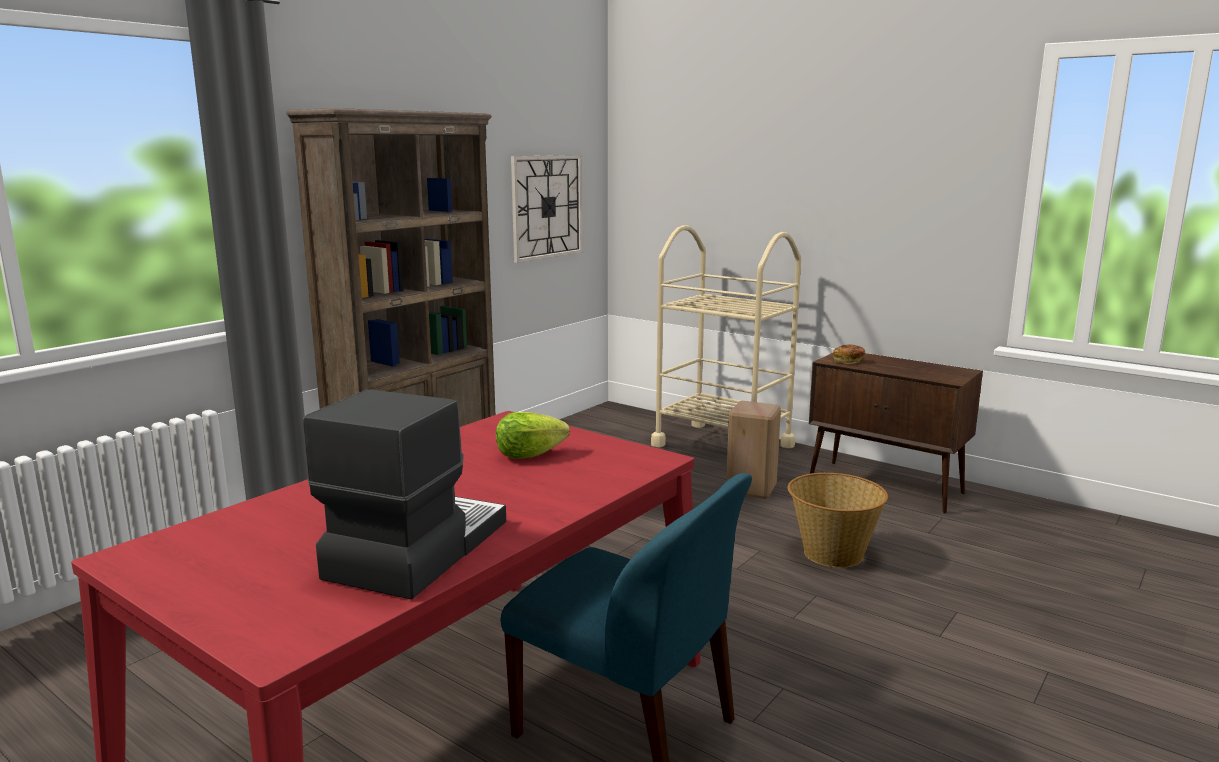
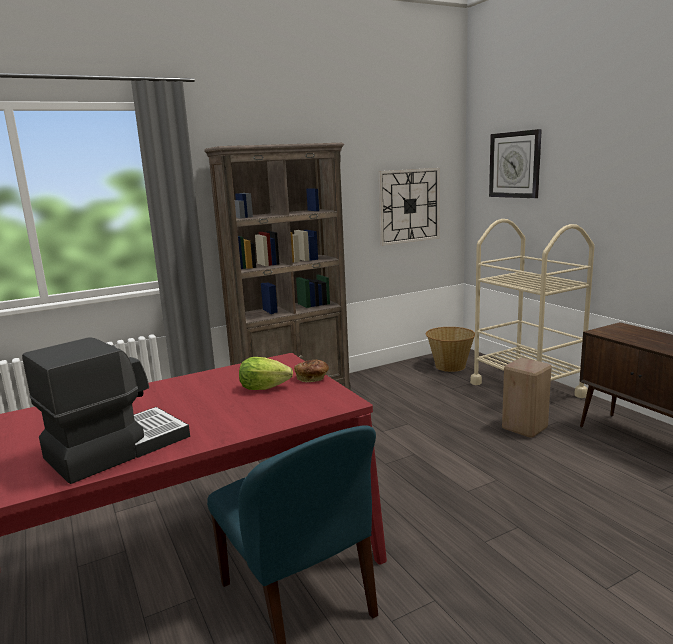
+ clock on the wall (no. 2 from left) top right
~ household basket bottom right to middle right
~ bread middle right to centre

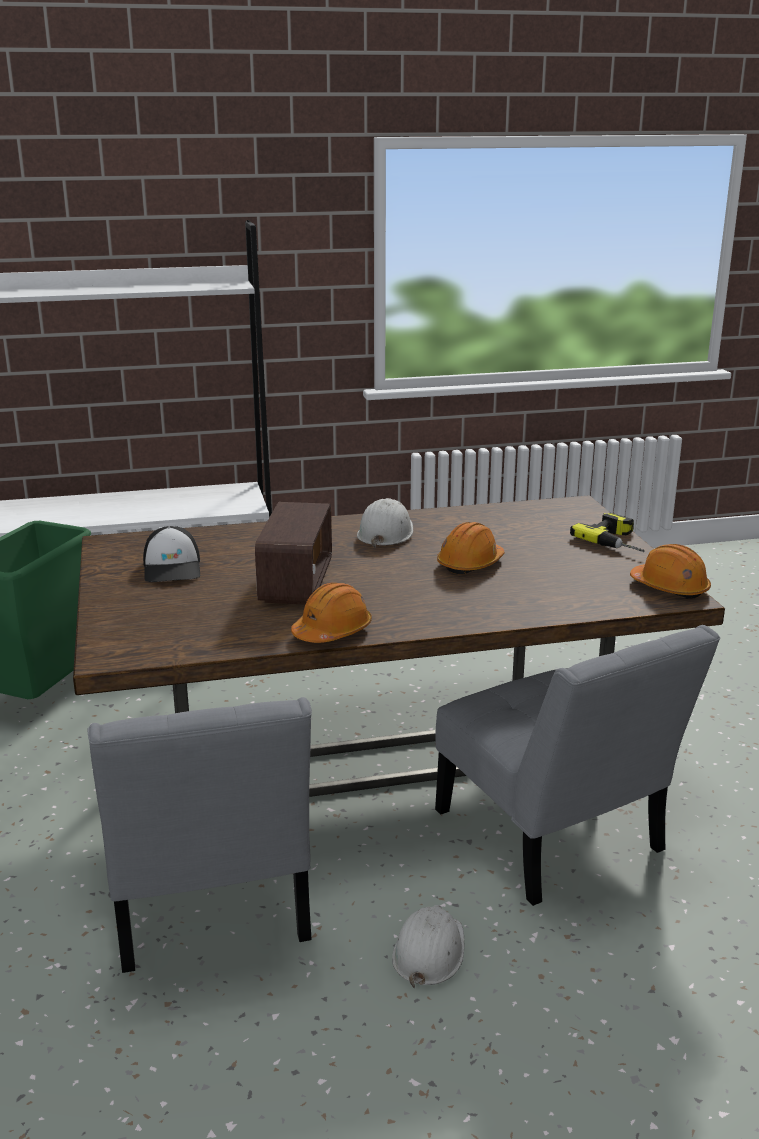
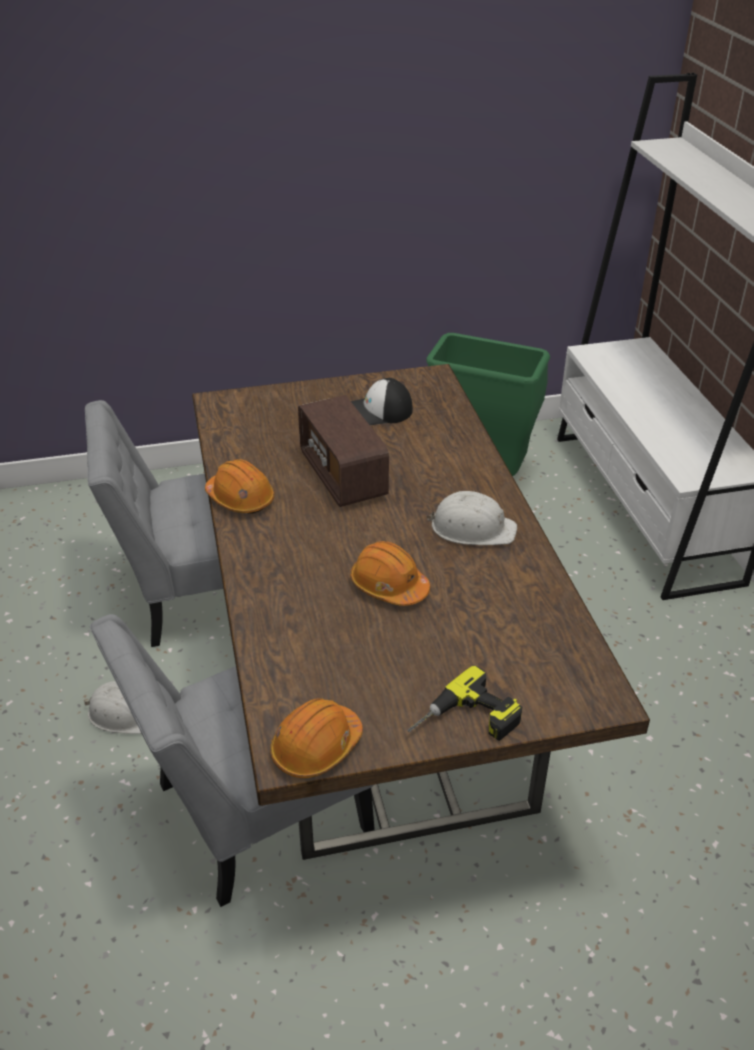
~ radio centre = centre 60 degrees clockwise

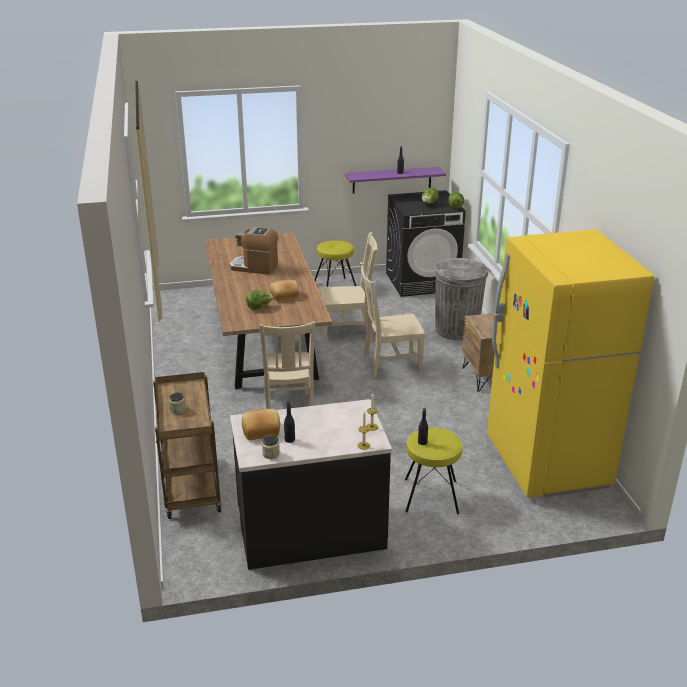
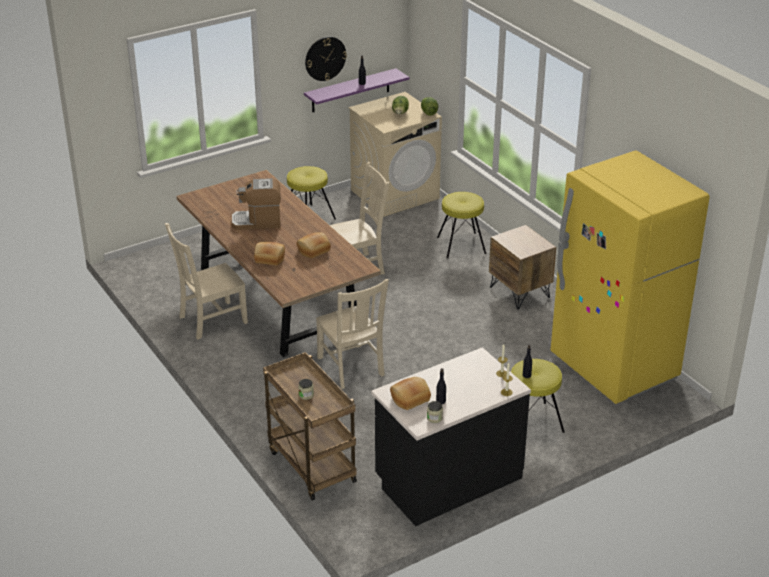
- lettuce (no. 1 from left) centre
+ bread (no. 1 from left) centre
+ clock on the wall top centre
~ plain chair in beige-coloured (no. 3 from left in the first image) centre to plain chair in beige-coloured (no. 1 from left) middle left
~ trash can in gray middle right to stool seat in yellow-coloured (no. 2 from left) centre
~ laundry appliance in blackish centre to laundry appliance in beige-coloured top centre

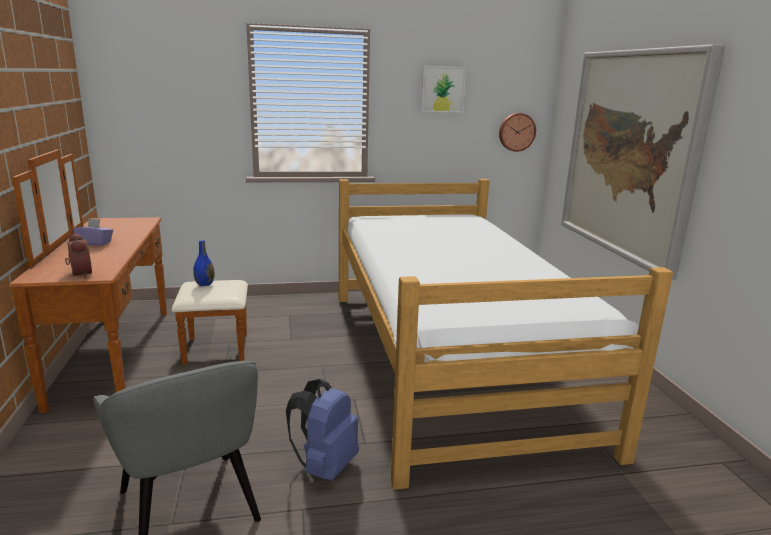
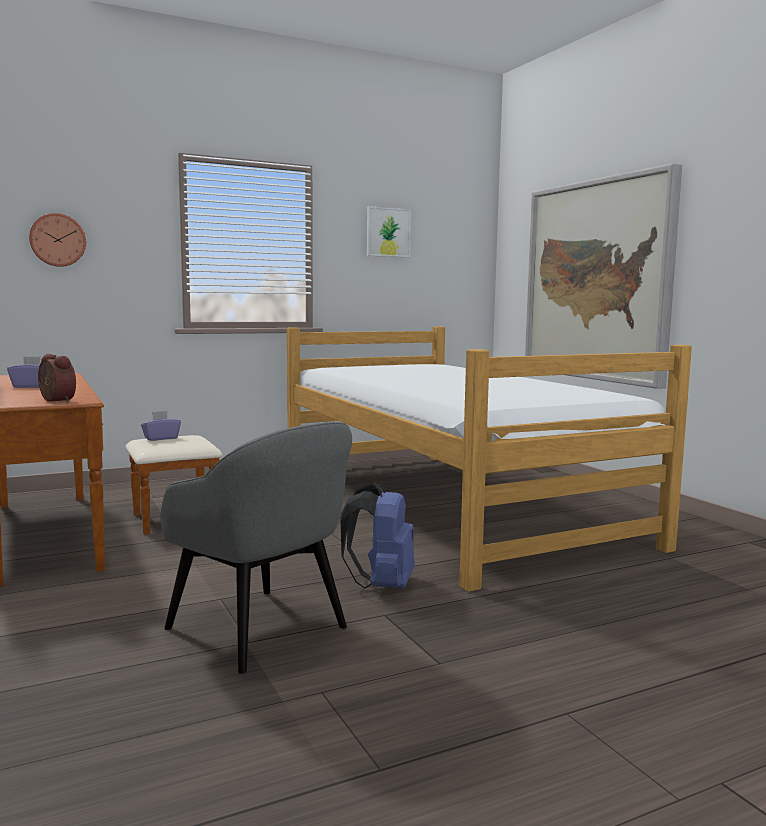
~ clock on the wall top right to top left
~ vase in bluish middle left to tissue box in purplish (no. 2 from left) middle left

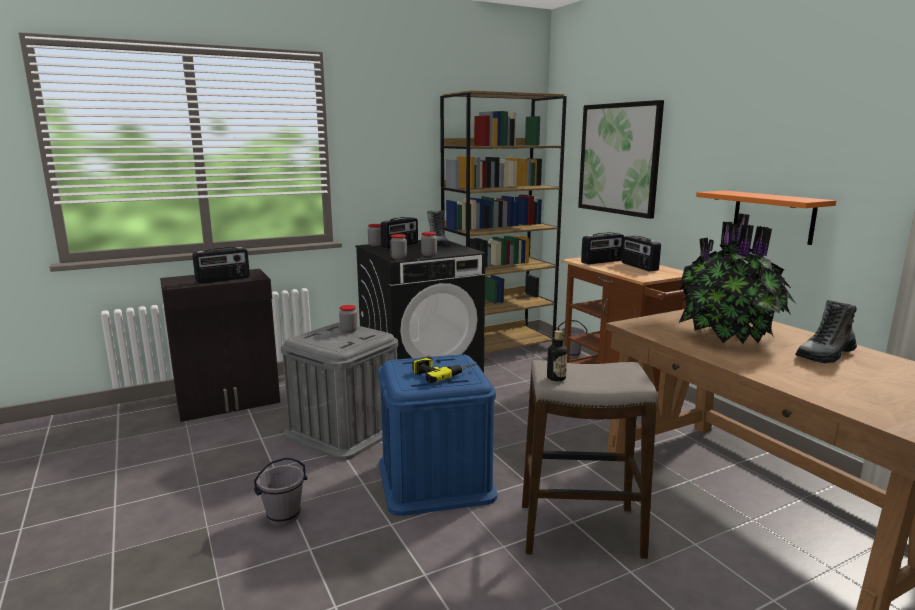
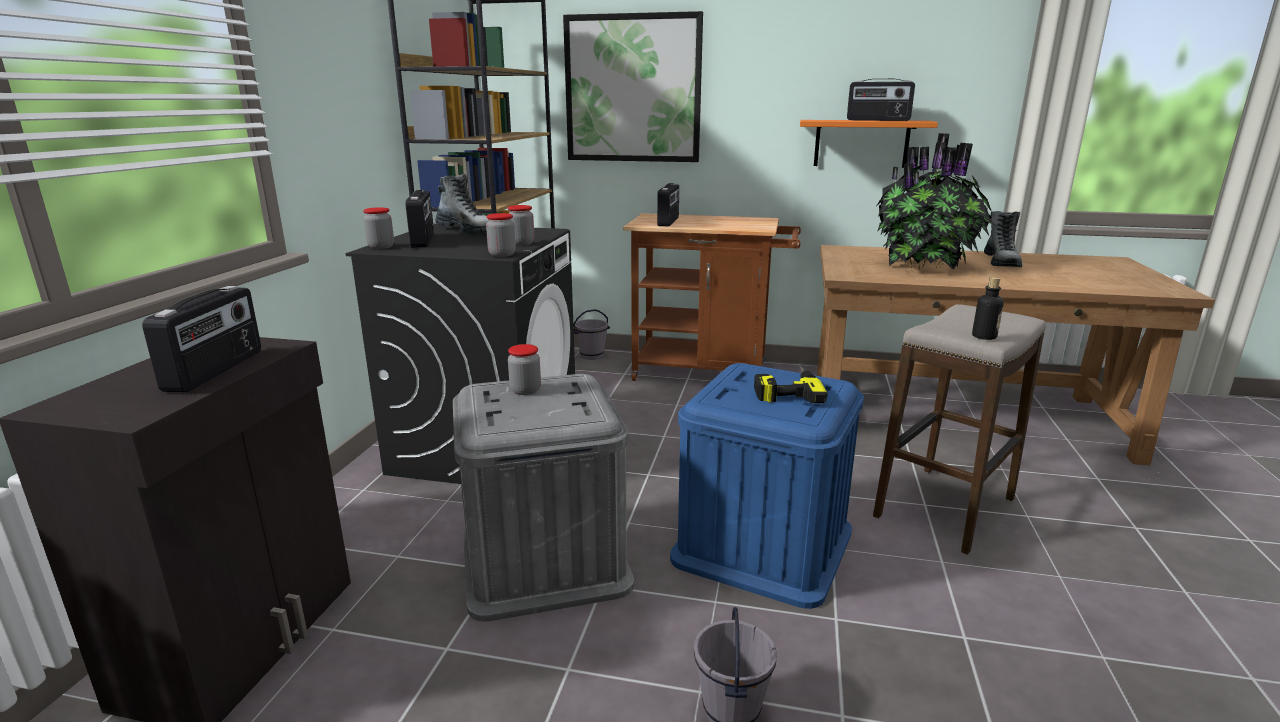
~ radio (no. 4 from left) middle right to top right

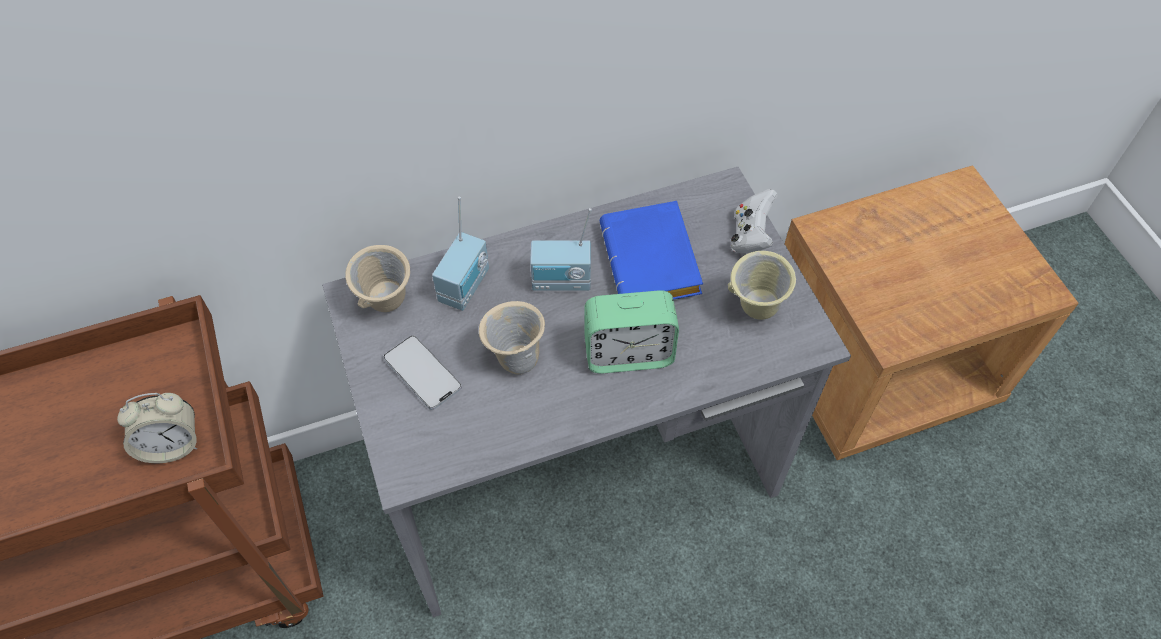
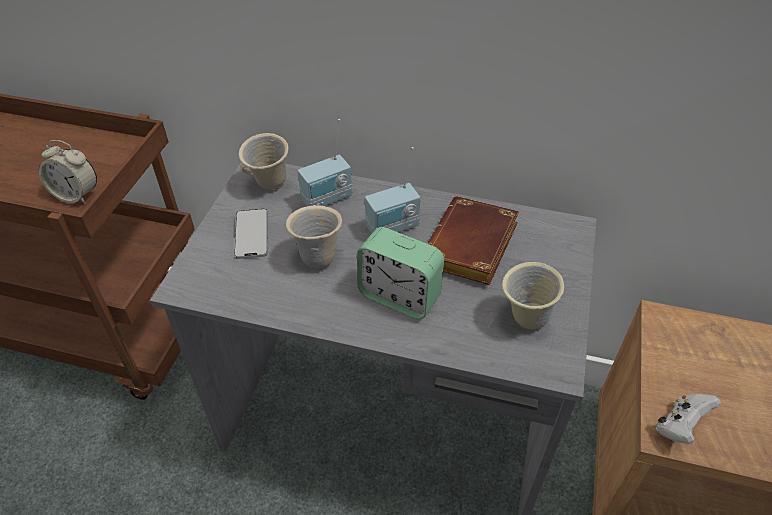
~ gamepad in white-coloured centre to bottom right
~ book in bluish centre to book in brownish centre
~ radio (no. 2 from left) centre = centre 60 degrees counterclockwise

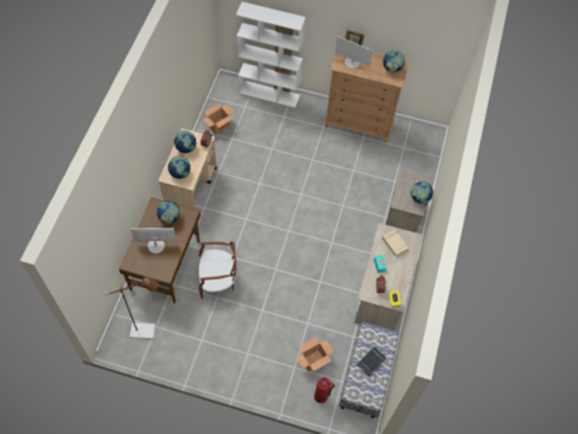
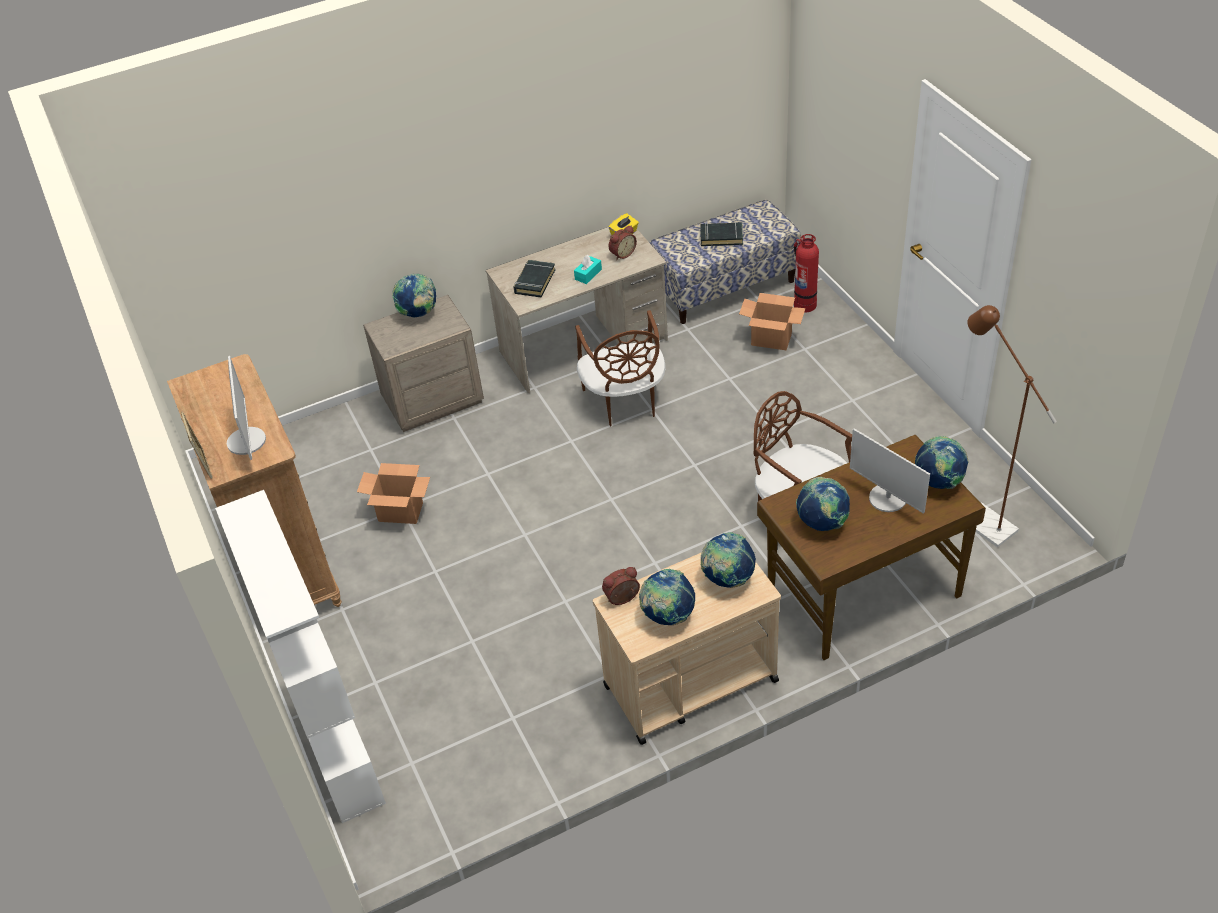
+ plain chair in brownish (no. 1 from left) centre
~ packing box (no. 1 from left) top centre to middle left
~ desk globe (no. 4 from left in the first image) top right to desk globe (no. 5 from left) middle right
~ book in beige-coloured middle right to book in blackish (no. 1 from left) top centre

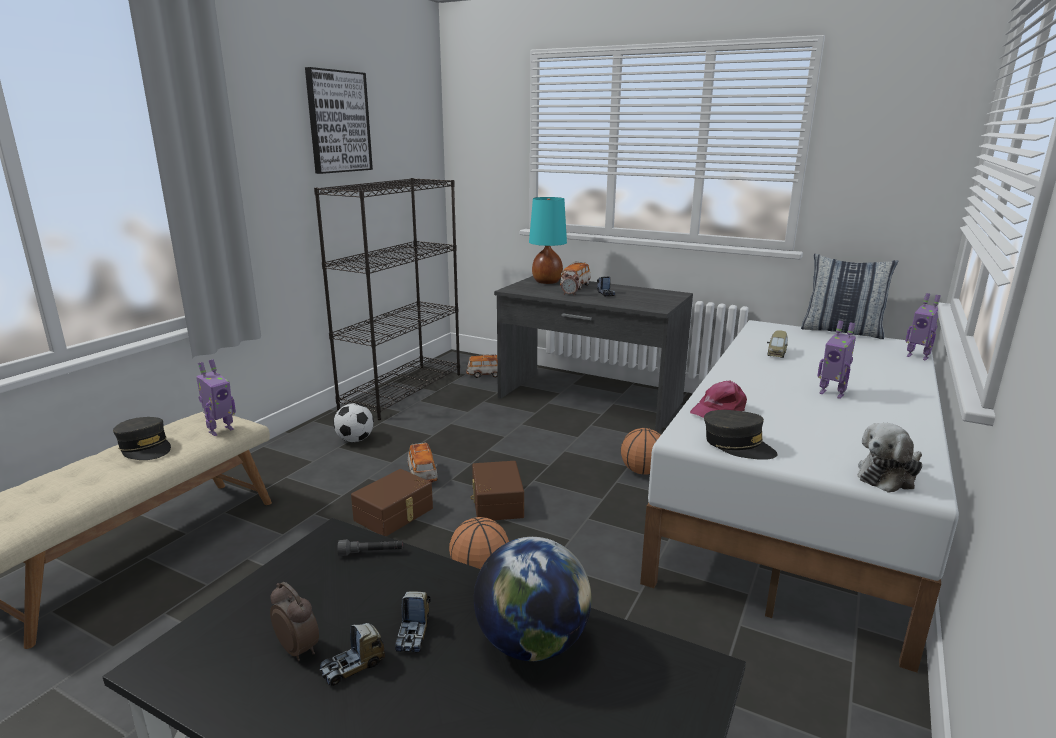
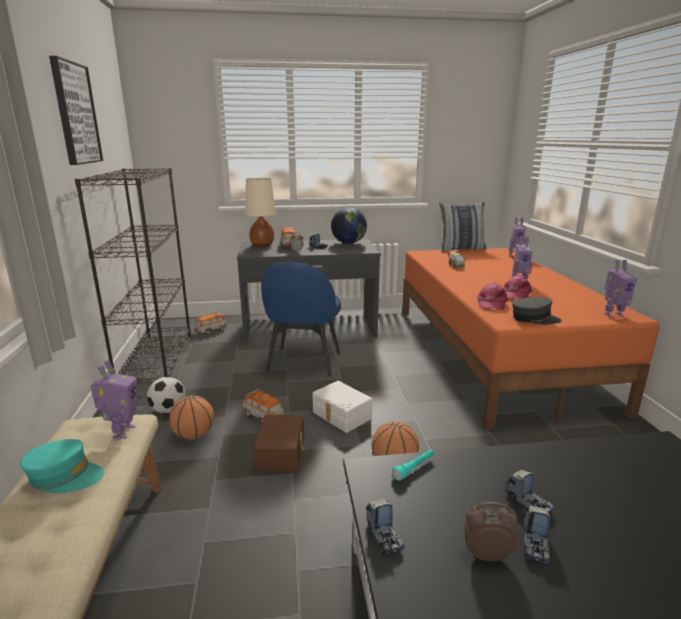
+ plain chair in bluish centre
+ toy lorry (no. 2 from left) bottom centre
+ peaked cap in pinkish (no. 2 from left) middle right
~ desk globe bottom centre to centre
~ ball for basketball (no. 2 from left in the first image) centre to ball for basketball (no. 1 from left) bottom left
~ cuddly toy middle right to model robot (no. 4 from left) middle right
~ peaked cap in gray (no. 1 from left) middle left to peaked cap in blue-green bottom left
~ torch in gray bottom centre to torch in blue-green bottom centre
~ storage container in brownish (no. 2 from left) centre to storage container in white-coloured centre
~ tabletop lamp in blue-green top centre to tabletop lamp in beige-coloured centre
~ bed in white-coloured bottom right to bed in orange-coloured middle right

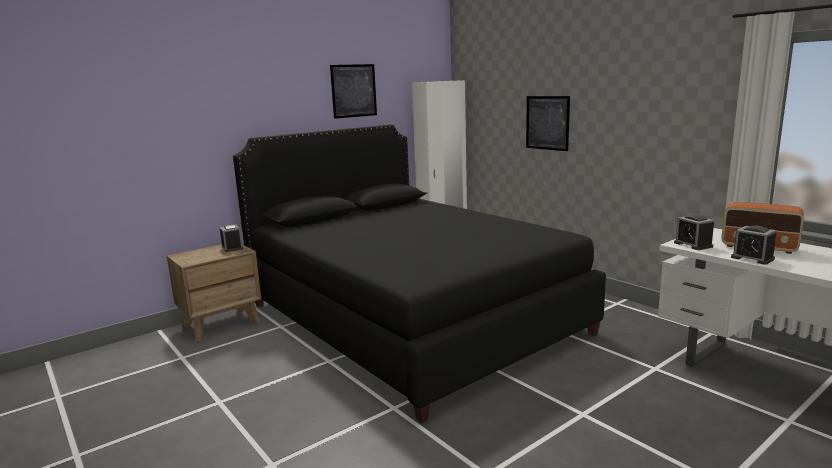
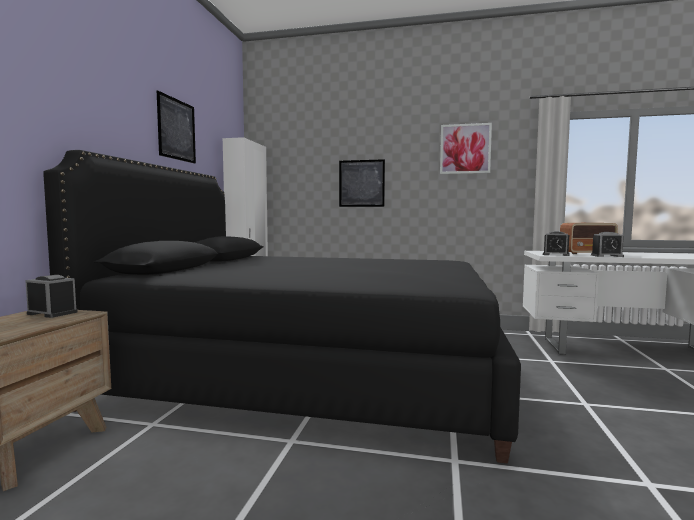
+ wall picture (no. 3 from left) top right

